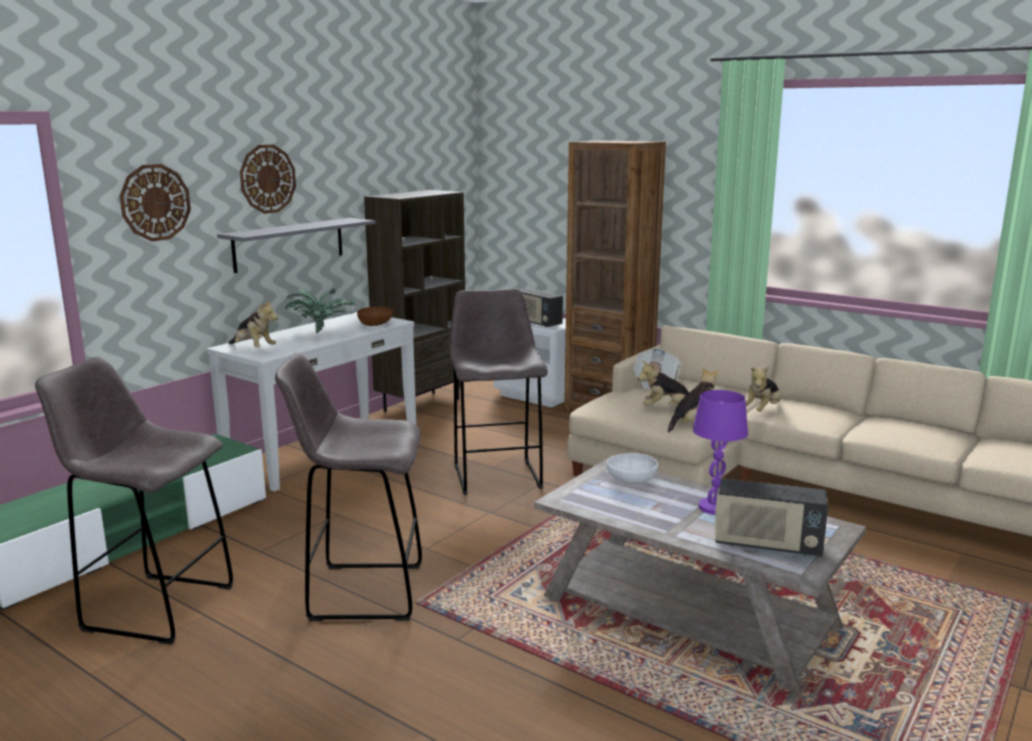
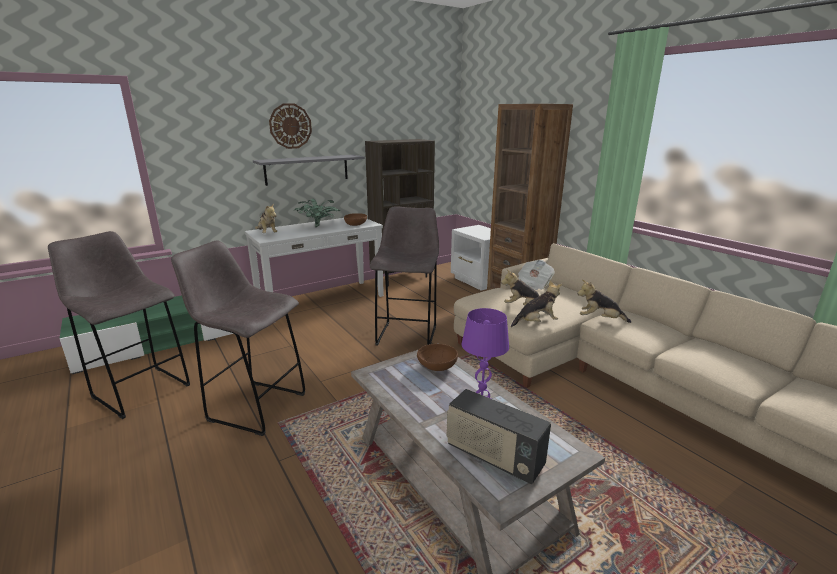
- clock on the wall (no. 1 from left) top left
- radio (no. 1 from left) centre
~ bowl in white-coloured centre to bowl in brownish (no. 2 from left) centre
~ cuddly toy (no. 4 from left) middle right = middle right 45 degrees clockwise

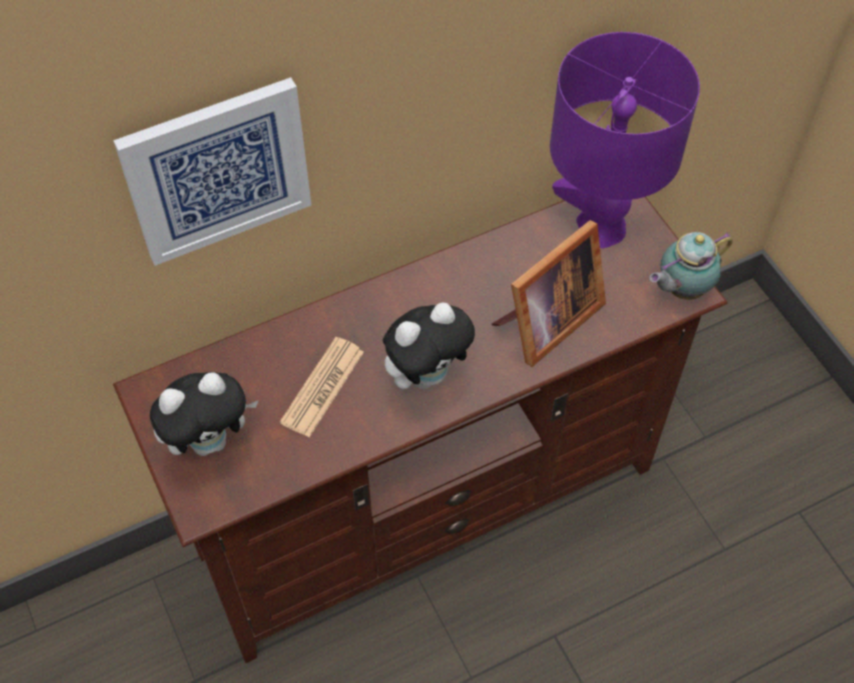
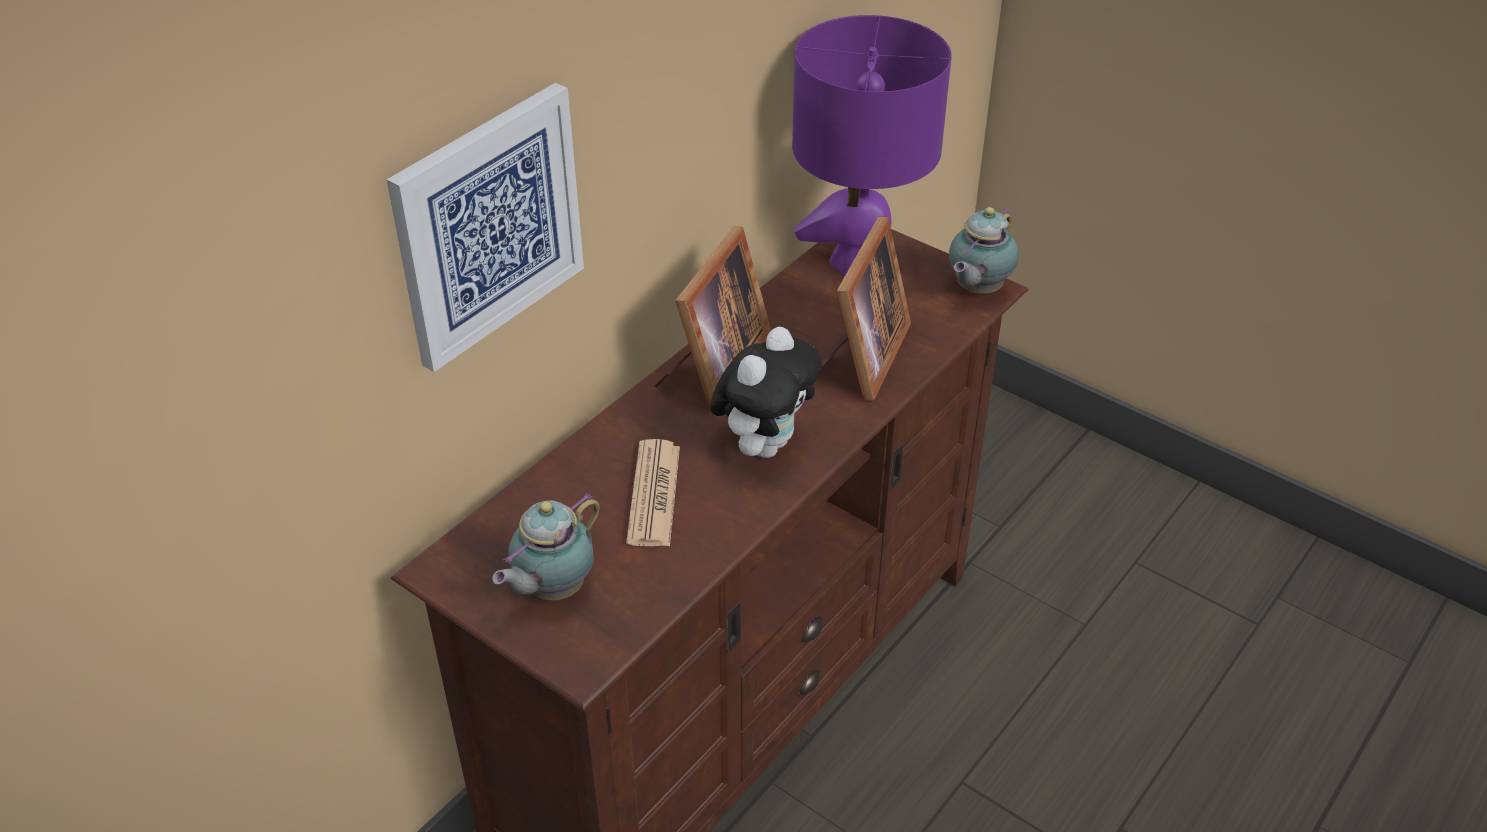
+ photo frame (no. 1 from left) centre
~ cuddly toy (no. 1 from left) middle left to pot for tea (no. 1 from left) centre

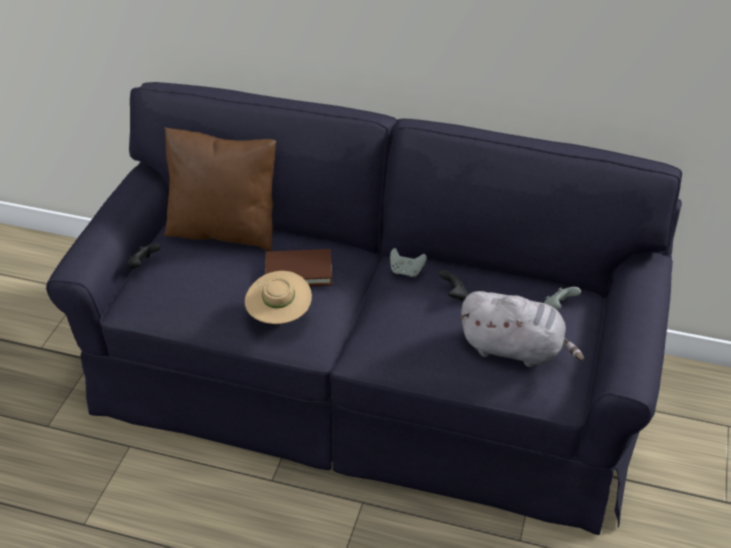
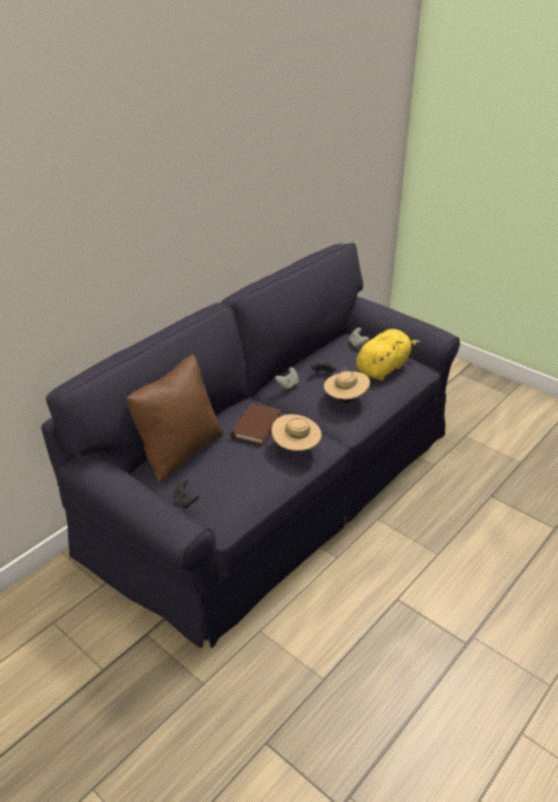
+ wearable hat in beige-coloured (no. 2 from left) centre
~ cuddly toy in gray middle right to cuddly toy in yellow-coloured middle right

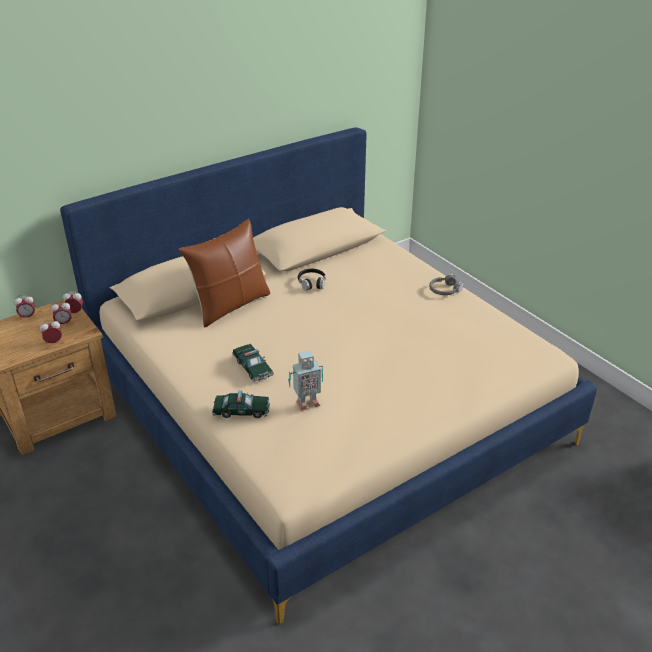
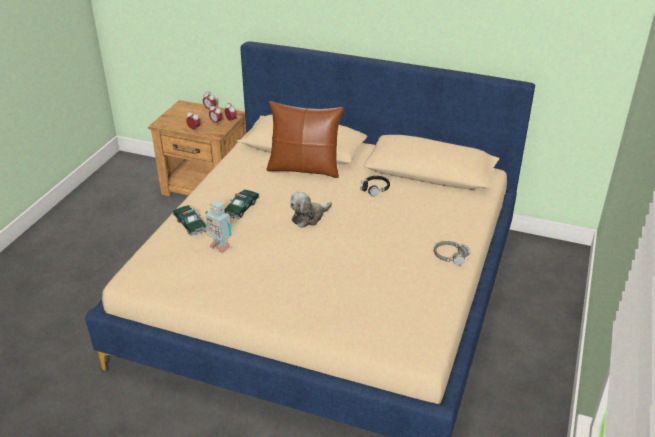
+ cuddly toy centre

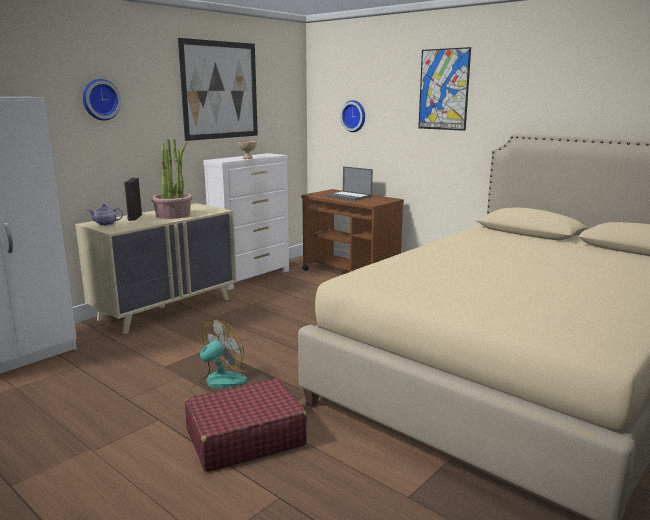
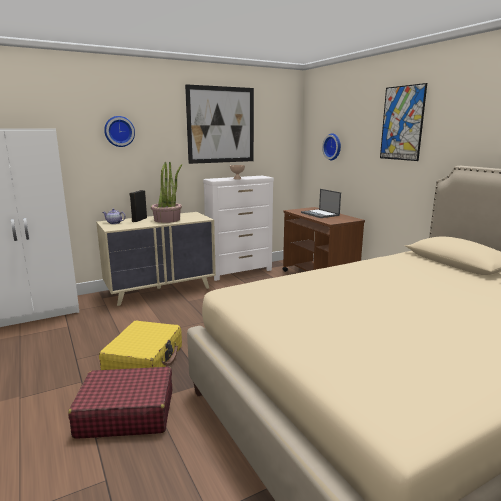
~ electric fan bottom centre to piece of luggage in yellow-coloured bottom left

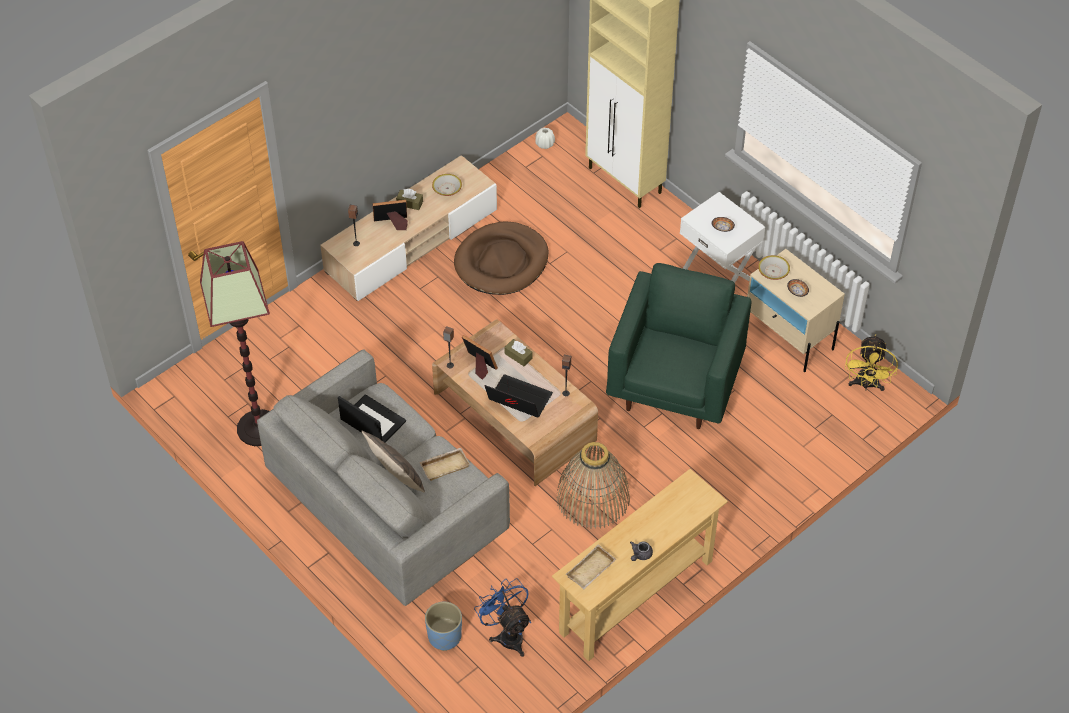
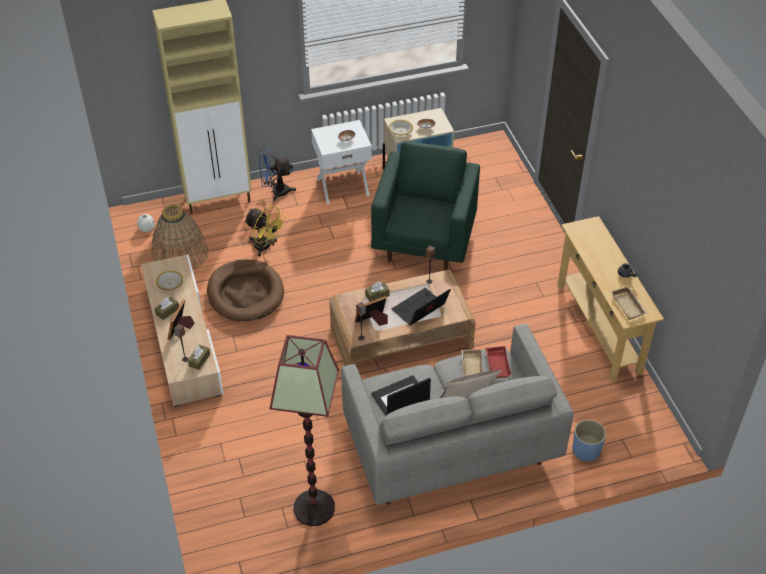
+ tissue box in brownish (no. 2 from left) middle left
+ serving tray in red-coloured centre
~ electric fan in bluish bottom centre to top centre
~ household basket bottom centre to middle left
~ electric fan in yellow-coloured middle right to centre
~ easy chair in greenish centre = centre 60 degrees clockwise

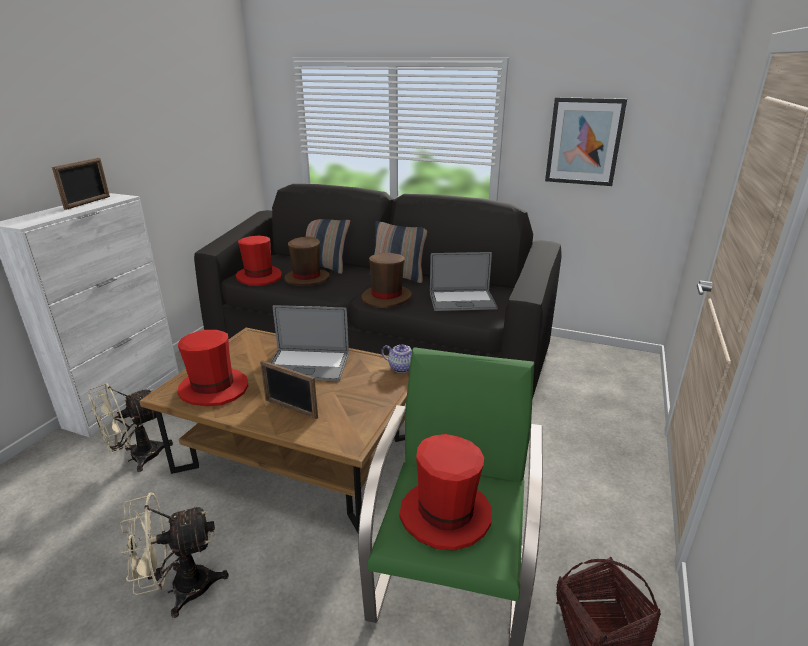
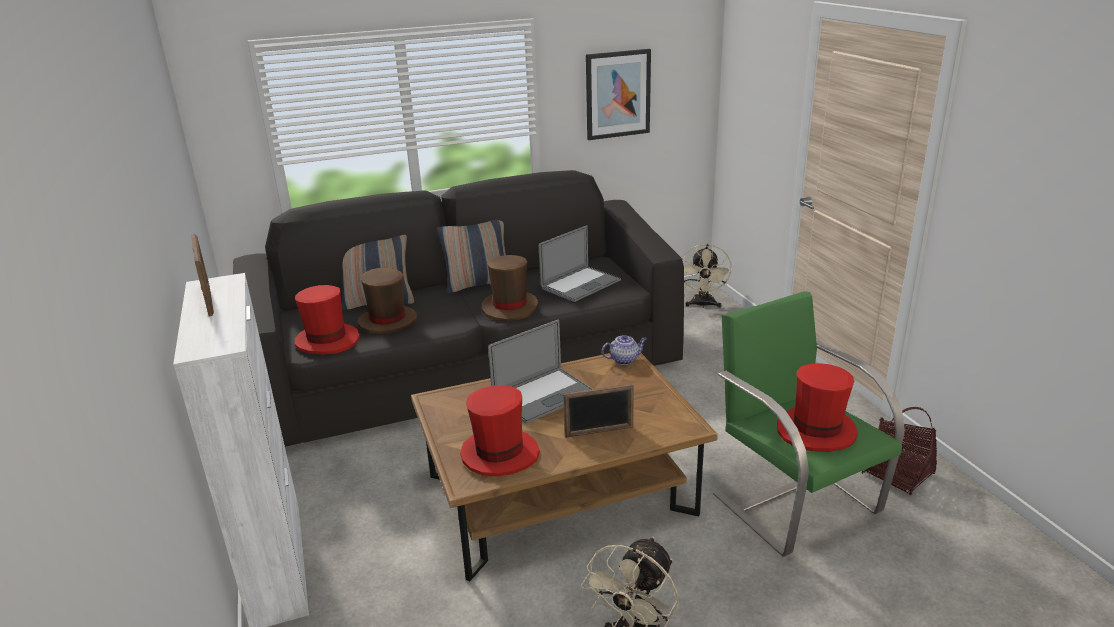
~ electric fan in beige-coloured (no. 1 from left in the first image) middle left to electric fan in beige-coloured (no. 2 from left) centre

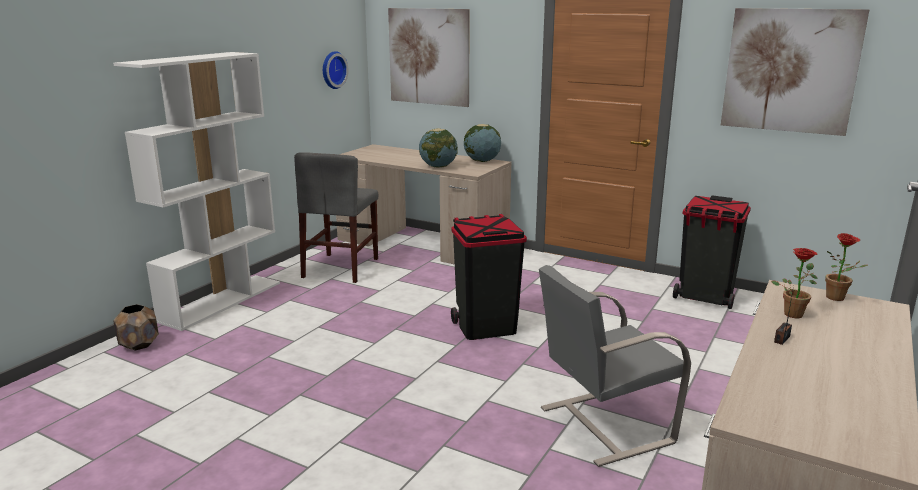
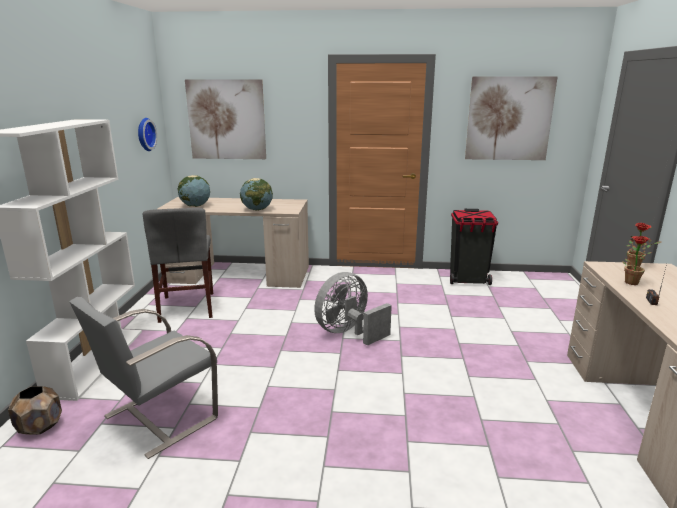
~ desk globe (no. 2 from left in the first image) top centre to desk globe (no. 1 from left) middle left
~ plain chair in gray (no. 2 from left in the first image) bottom right to plain chair in gray (no. 1 from left) bottom left
~ trash can in blackish (no. 1 from left) centre to electric fan in gray centre

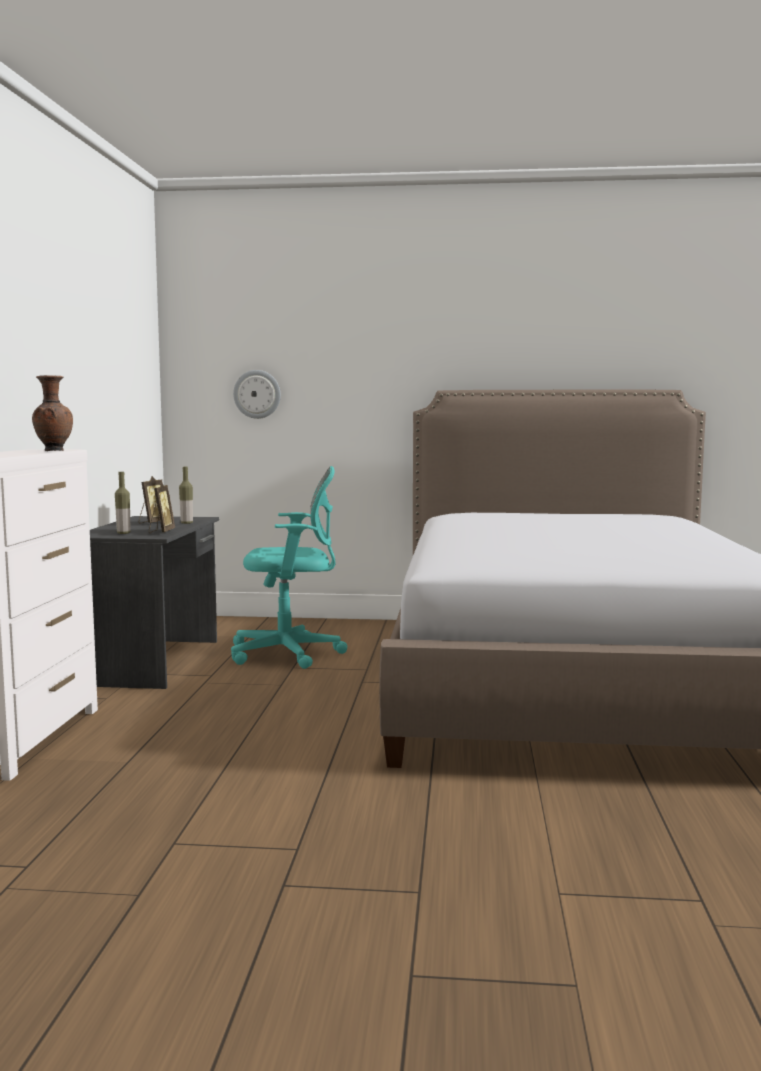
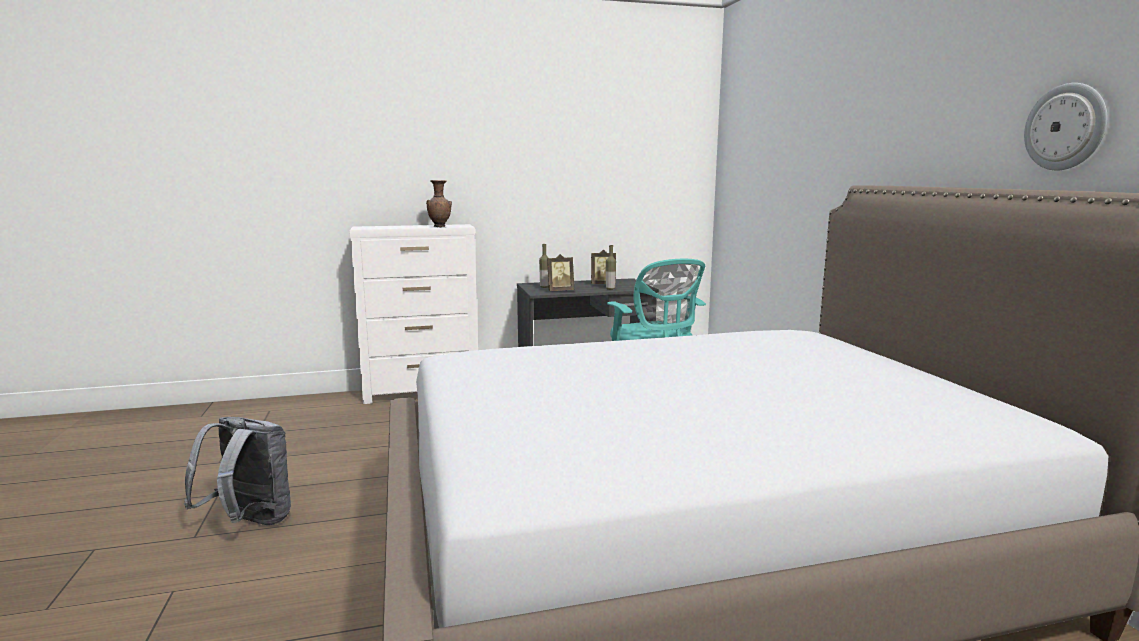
+ knapsack in gray bottom left
~ clock on the wall centre to top right

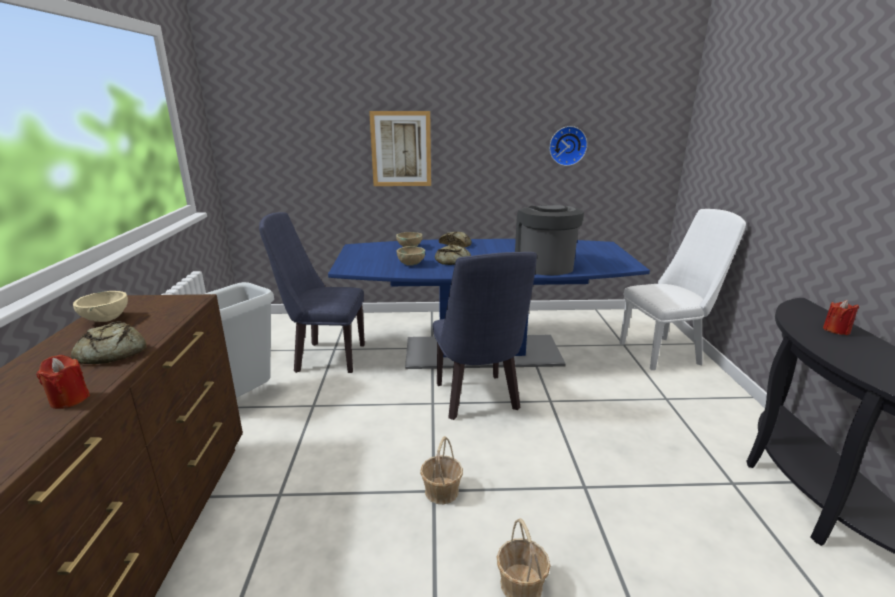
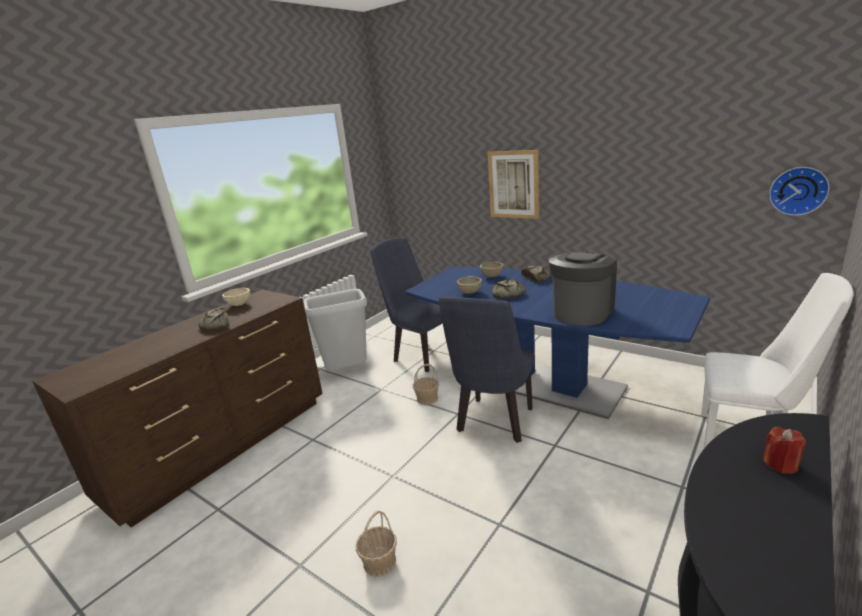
- wax candle in red-coloured (no. 1 from left) middle left
~ household basket (no. 1 from left in the first image) bottom centre to household basket (no. 2 from left) centre
~ clock on the wall top centre to top right

